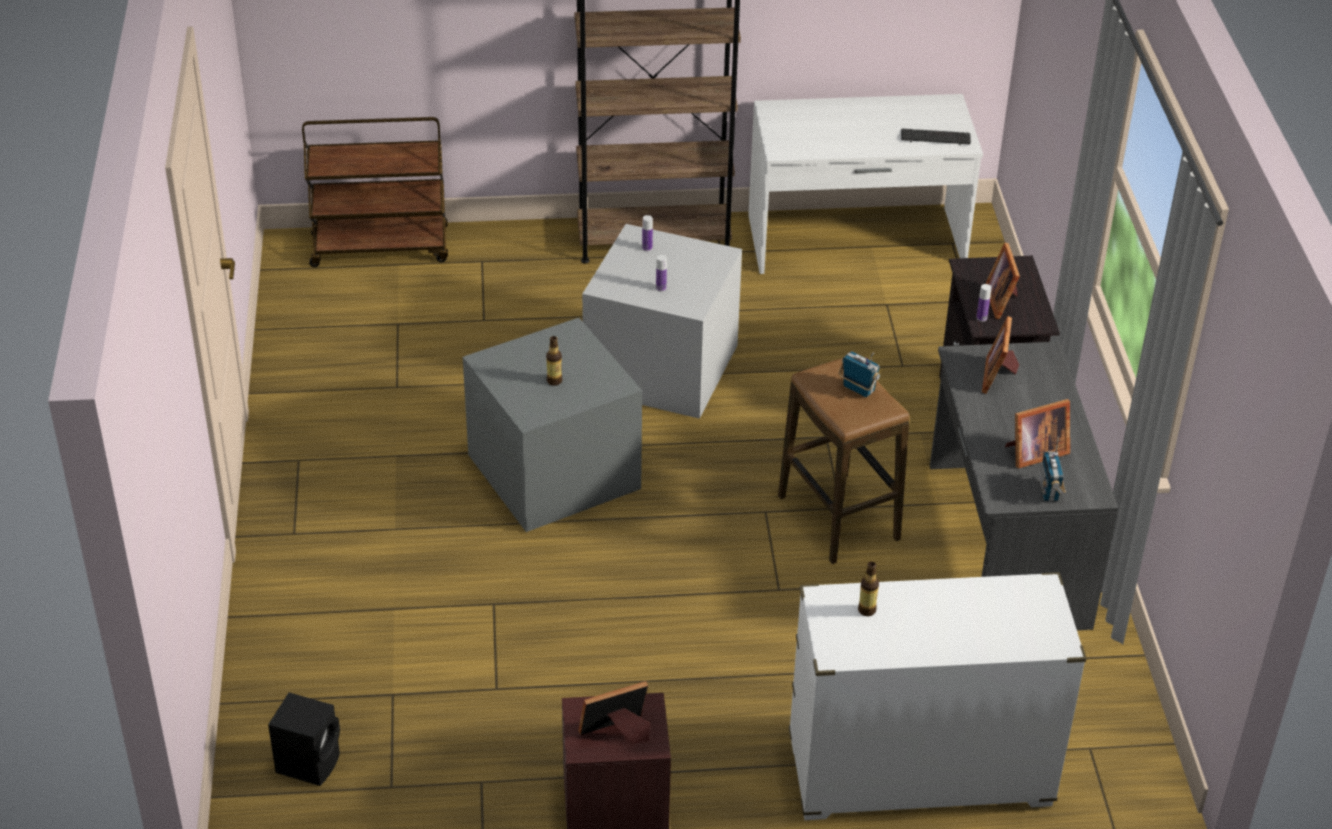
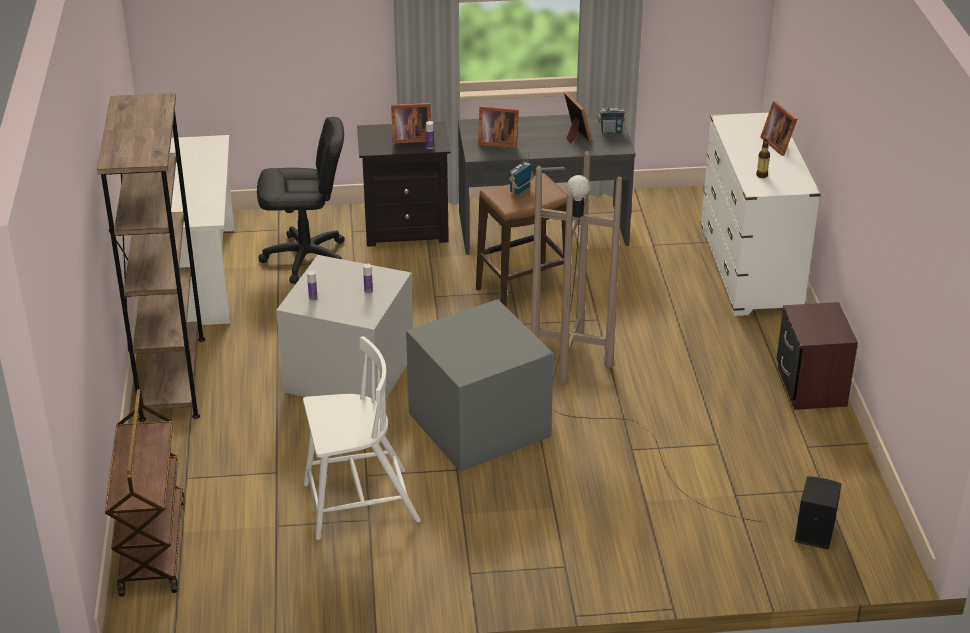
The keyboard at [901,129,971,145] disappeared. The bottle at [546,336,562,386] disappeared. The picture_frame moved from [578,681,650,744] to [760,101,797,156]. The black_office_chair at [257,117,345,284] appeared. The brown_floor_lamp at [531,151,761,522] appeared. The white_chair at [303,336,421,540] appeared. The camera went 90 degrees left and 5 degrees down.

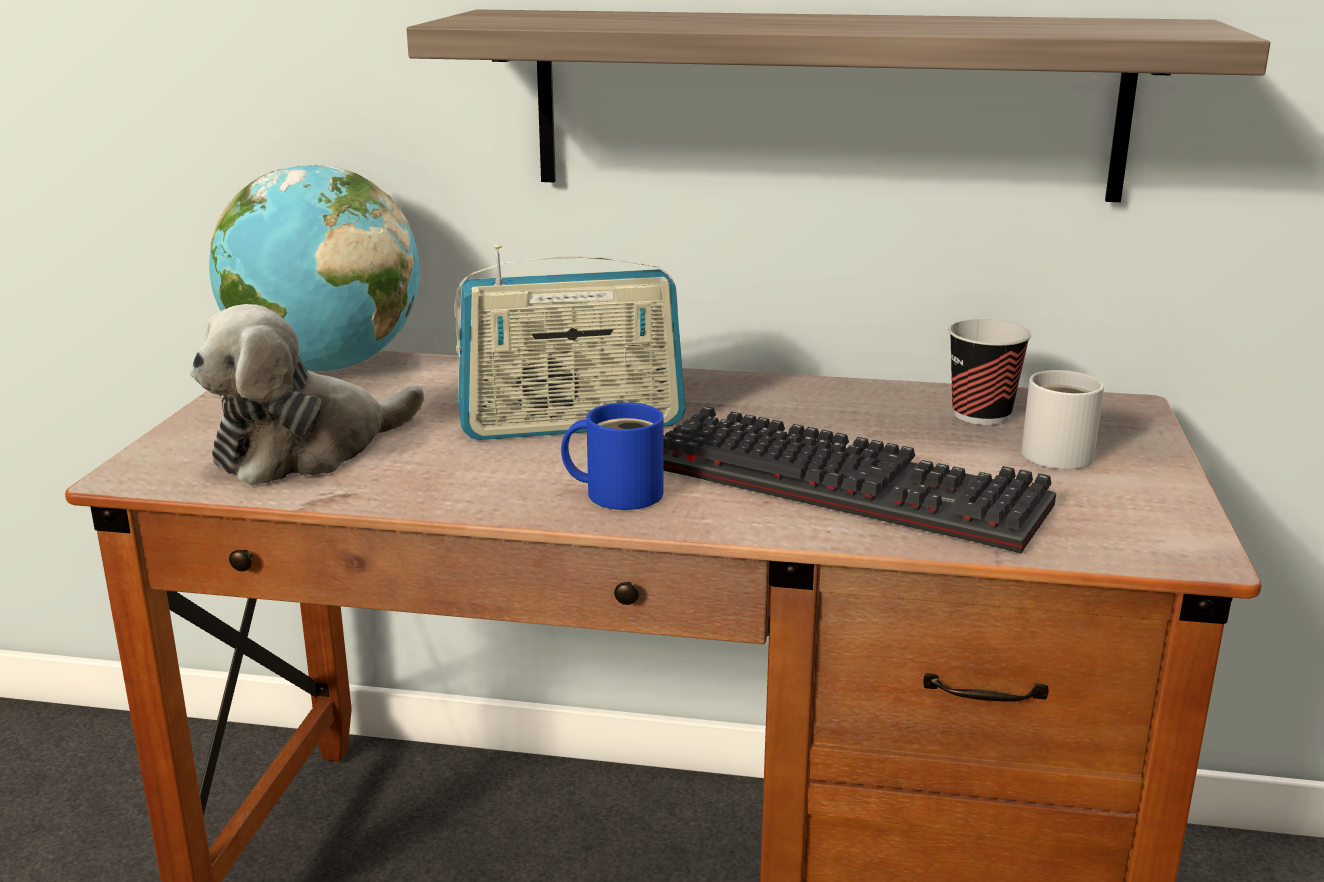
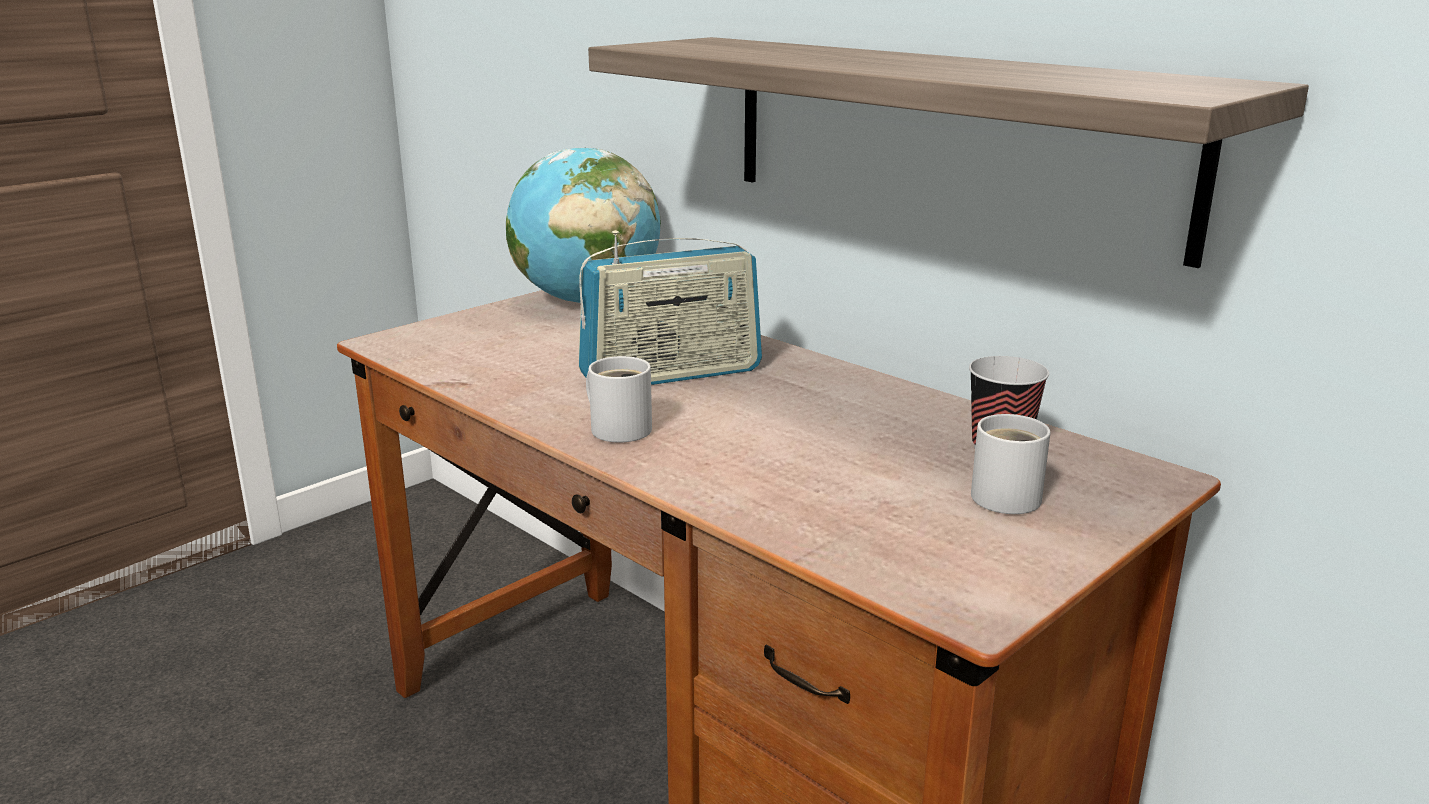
The radio at [454,244,686,440] turned 45 degrees counterclockwise. The plush_toy at [189,304,424,486] disappeared. The blue_mug at [561,402,663,510] became the white_mug at [586,356,652,443]. The keyboard at [663,406,1056,553] disappeared. The camera went 35 degrees right and 0 degrees up.

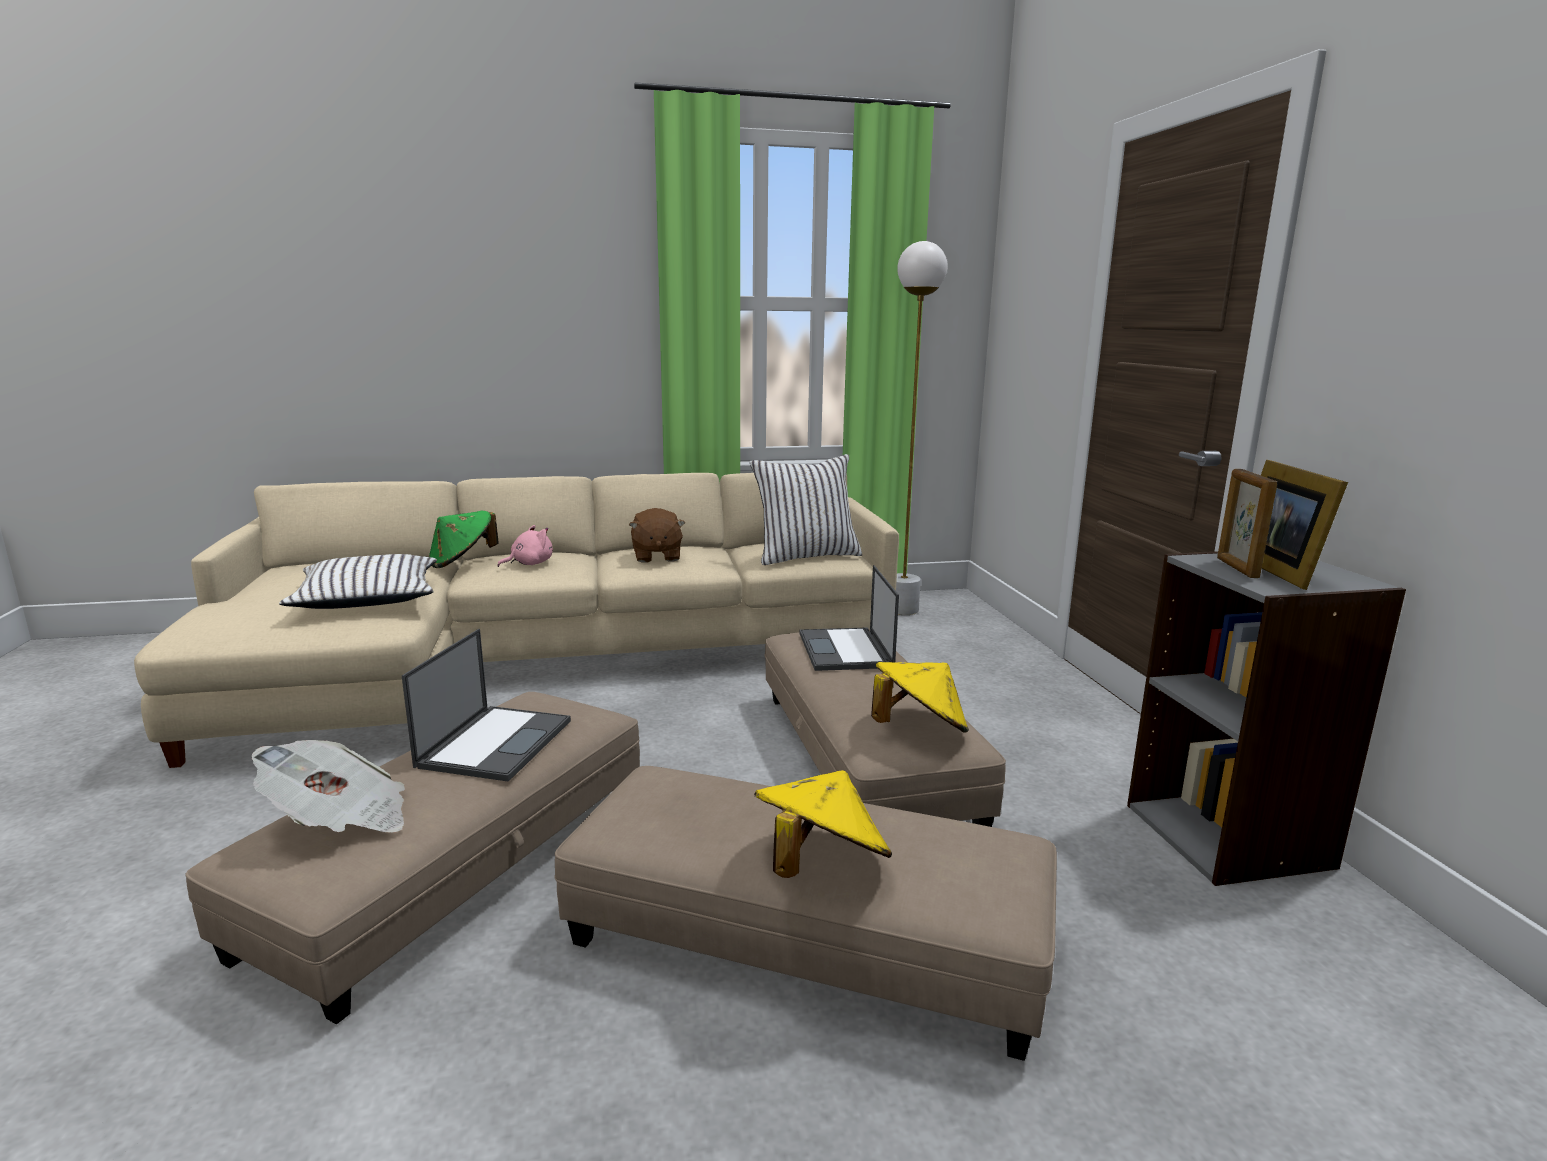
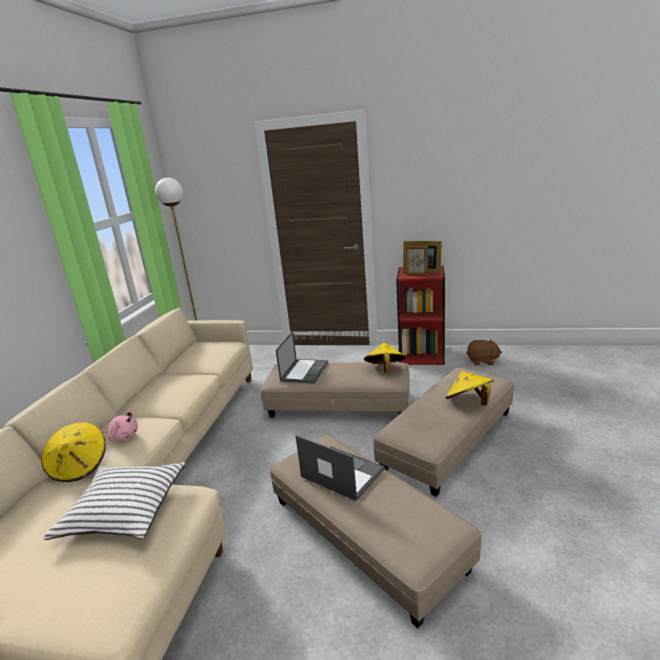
The white_pillow at [750,454,863,565] disappeared. The brown_plush_toy moved from [629,508,685,563] to [466,339,502,365]. The green_hat at [429,511,499,568] became the yellow_hat at [41,422,106,482]. The pink_plush_toy at [497,525,553,567] turned 120 degrees clockwise. The grey_bookcase at [1127,551,1406,886] became the red_bookcase at [396,265,445,365]. The laptop at [800,565,899,671] turned 90 degrees counterclockwise. The newspaper at [252,740,405,832] disappeared. The camera went 65 degrees left and 5 degrees up.

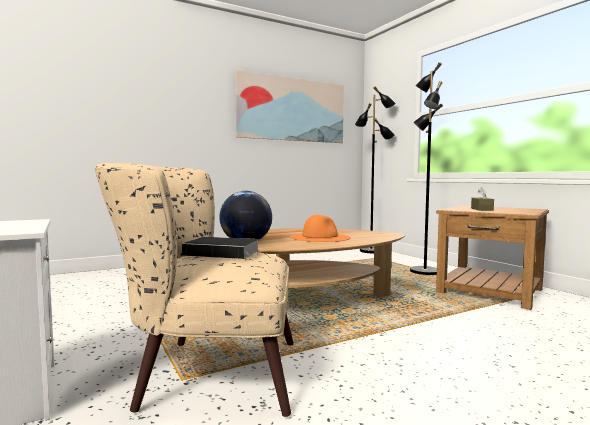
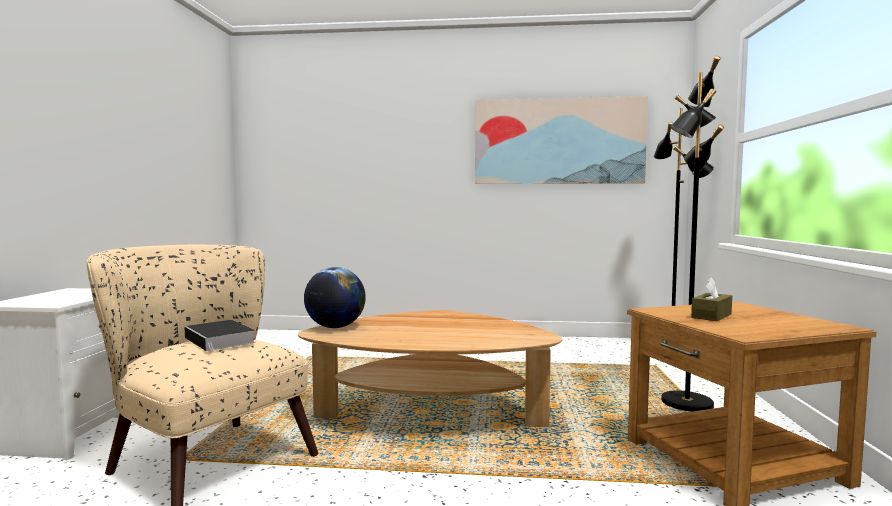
The orange_hat at [290,215,351,242] disappeared. The camera went 35 degrees right and 0 degrees up.

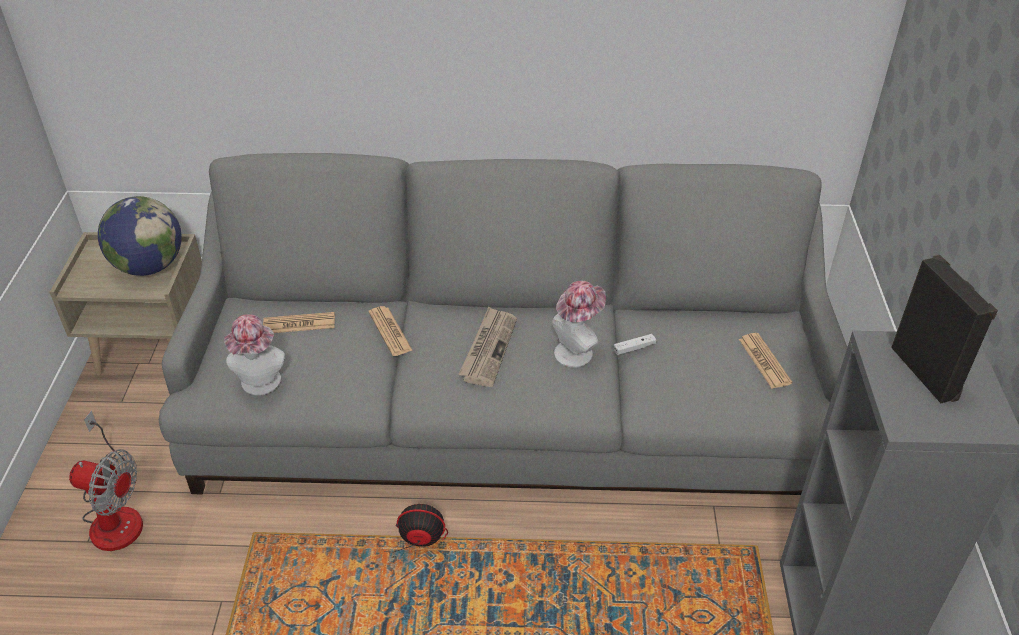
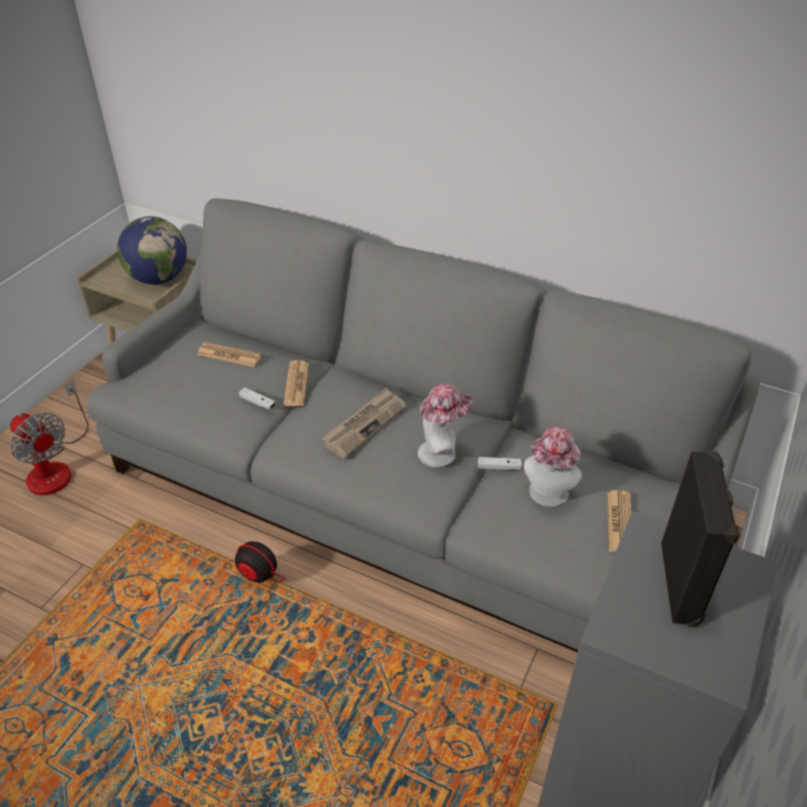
The hat moved from [224,314,285,395] to [524,426,582,507]. The white_game_controller at [239,387,276,410] appeared. The camera went 25 degrees right and 0 degrees up.

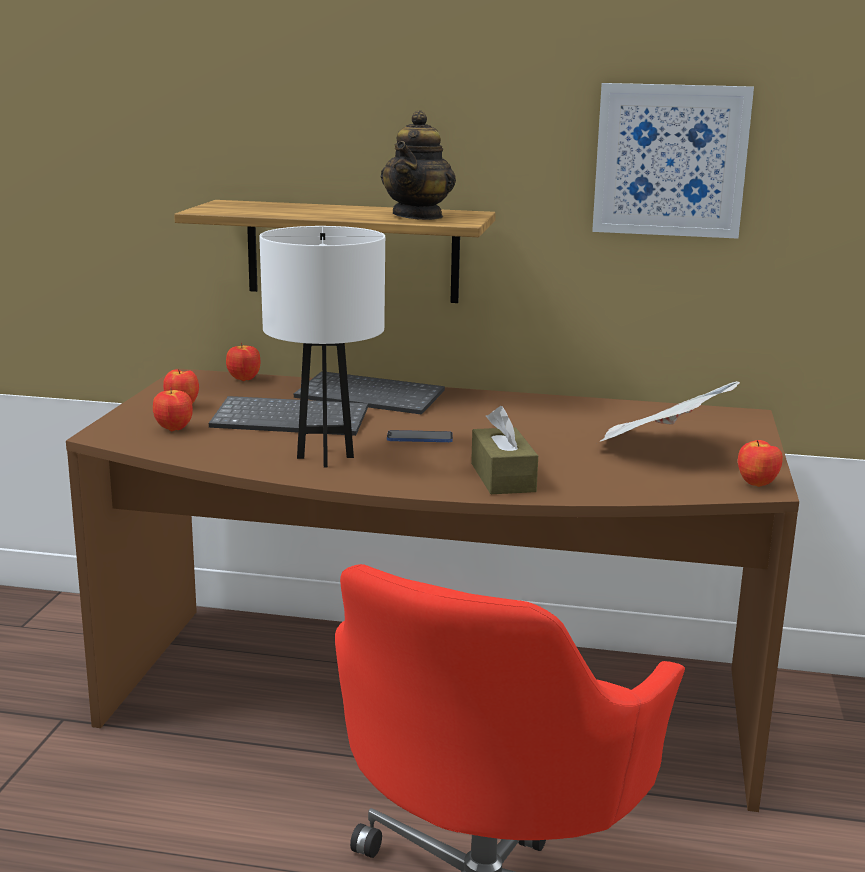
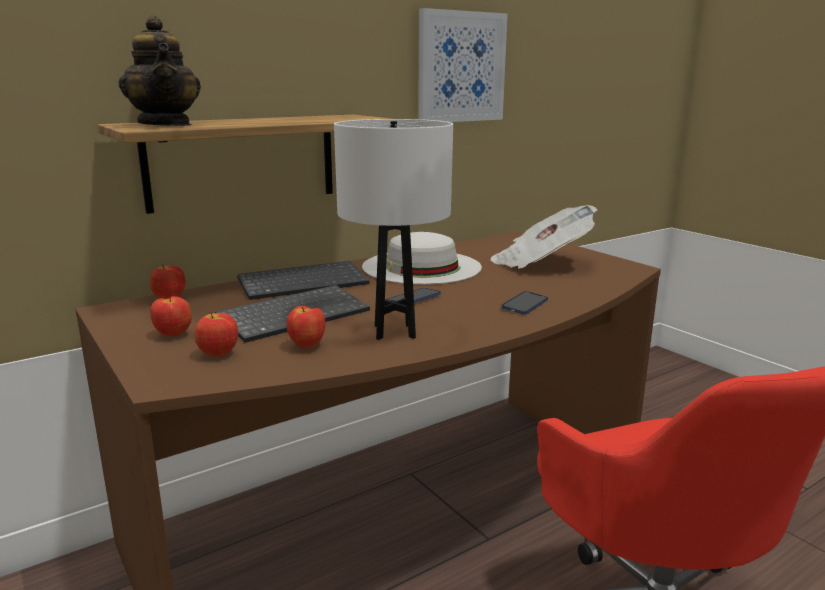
The teapot moved from [380,110,456,220] to [119,16,201,126]. The brown_tissue_box at [471,406,538,494] was replaced by the phone at [501,291,548,315]. The apple moved from [738,440,783,487] to [286,306,325,348]. The white_hat at [362,232,482,285] appeared. The camera went 45 degrees left and 0 degrees up.

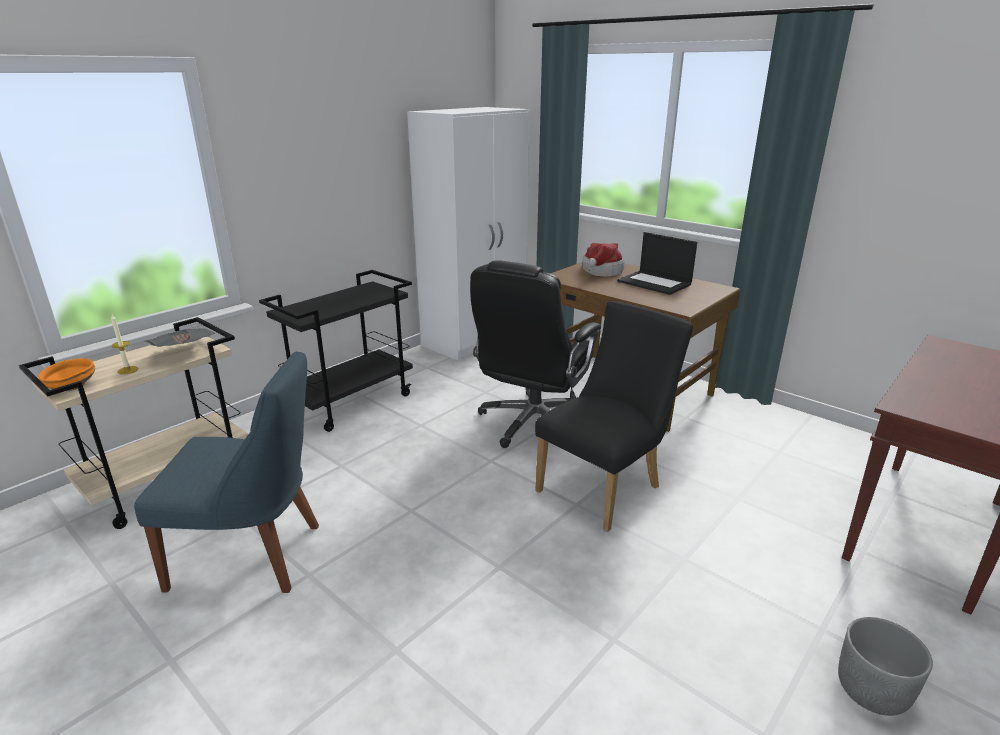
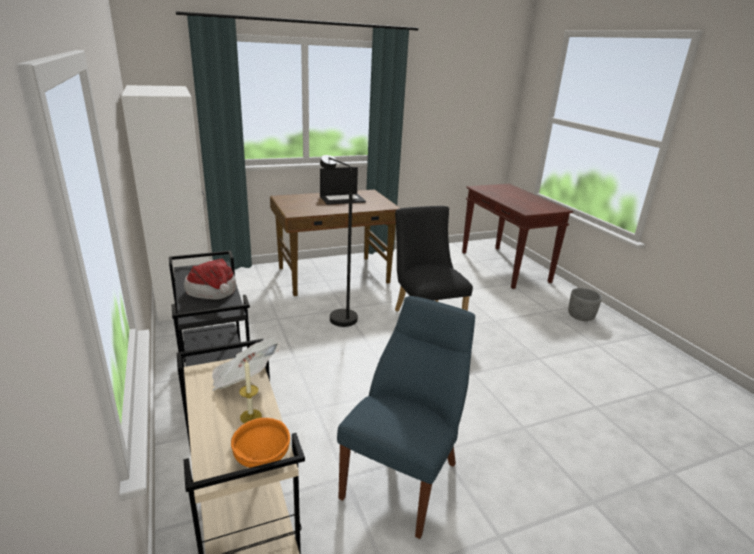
The hat moved from [583,243,624,277] to [184,259,236,299]. The black_office_chair at [470,260,601,448] was replaced by the black_floor_lamp at [320,155,358,327]. The camera went 65 degrees left and 0 degrees up.

